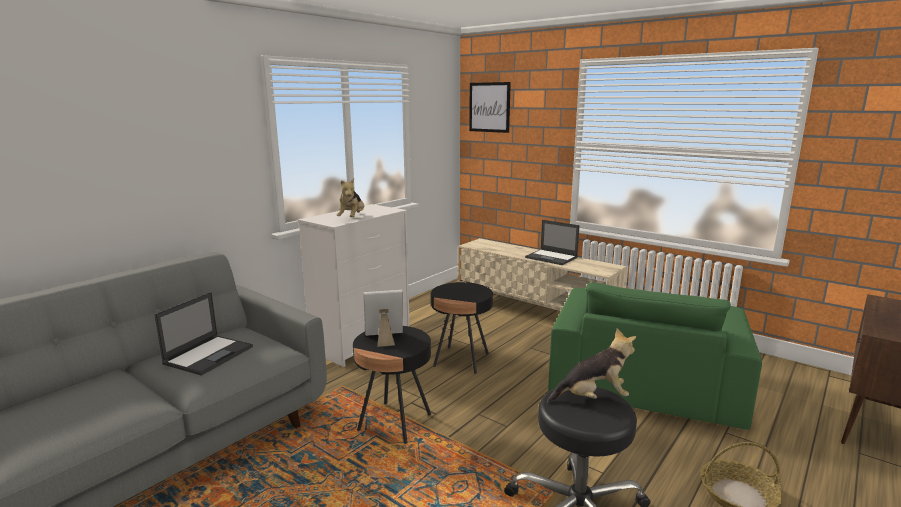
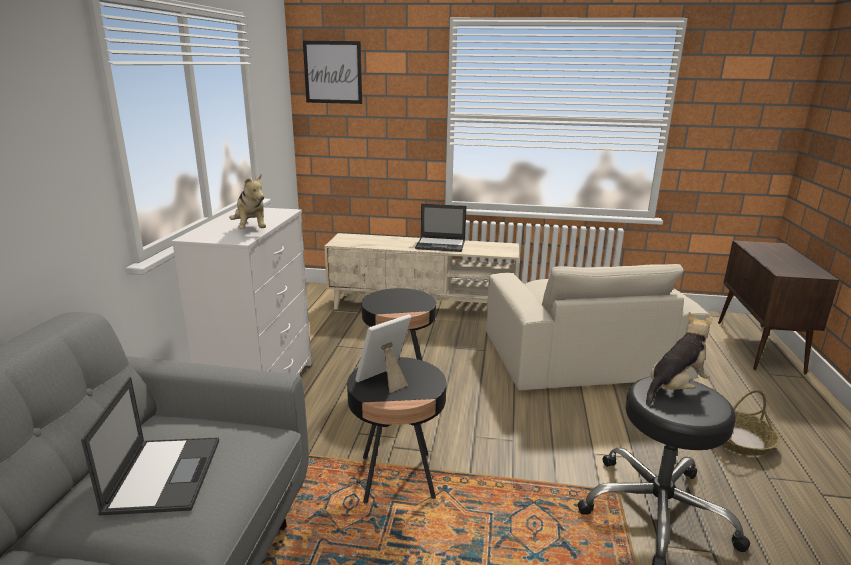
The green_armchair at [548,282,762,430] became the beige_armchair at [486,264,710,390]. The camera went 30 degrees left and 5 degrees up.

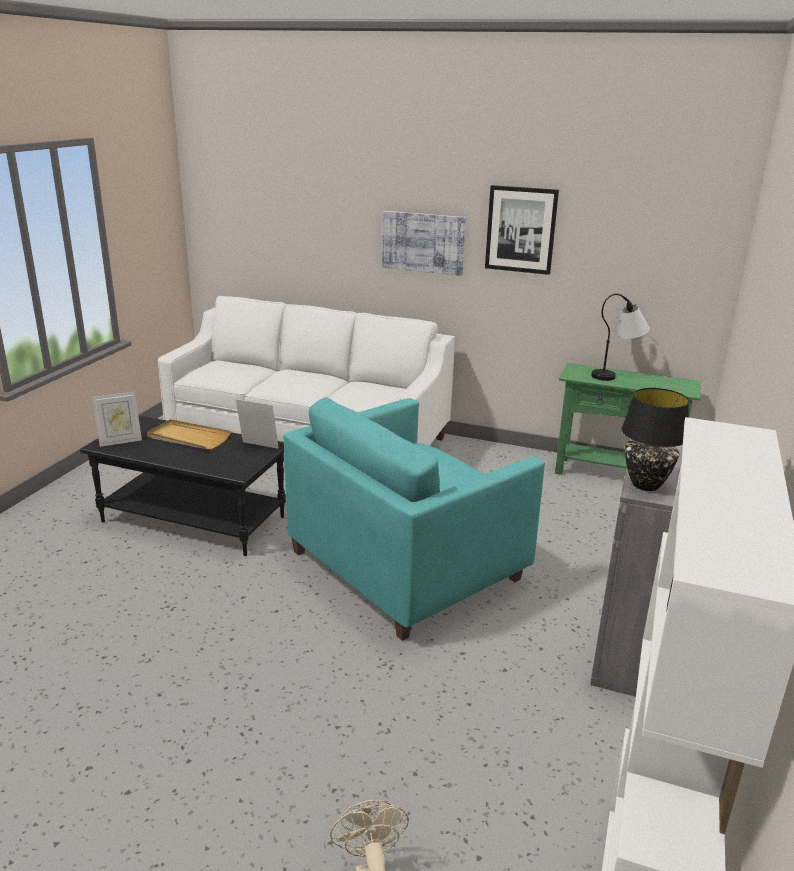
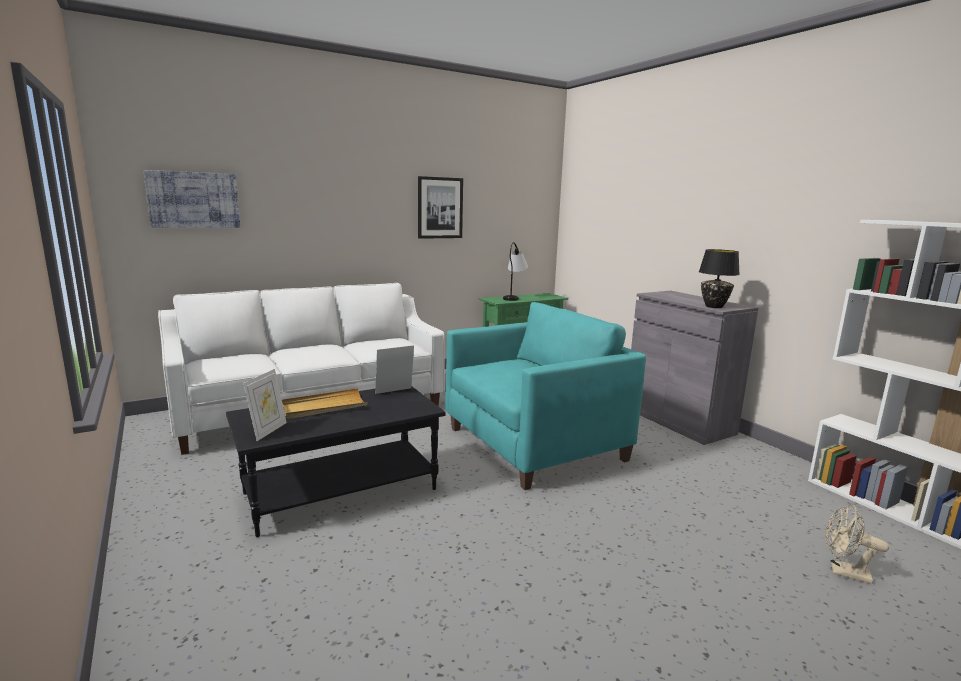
The picture moved from [382,211,466,276] to [144,170,240,228]. The turquoise_armchair at [284,397,545,641] turned 120 degrees counterclockwise. The camera went 50 degrees left and 10 degrees down.

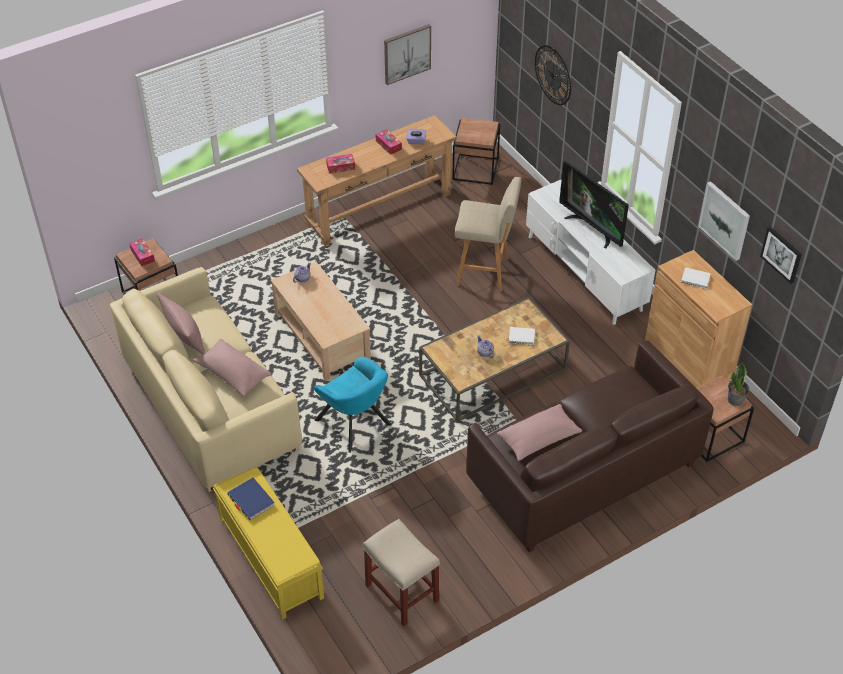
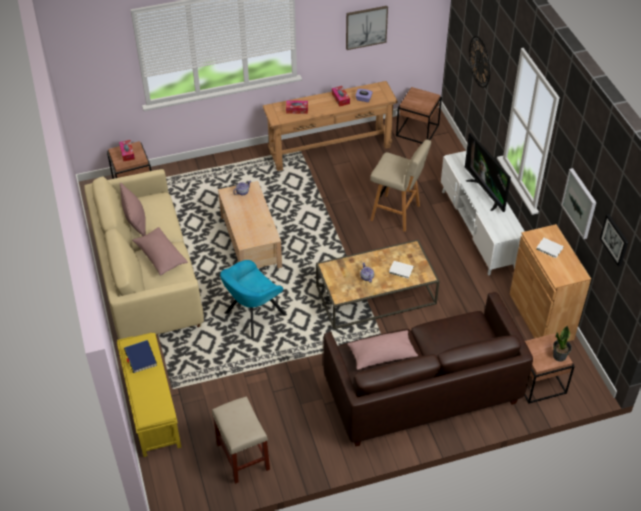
The turquoise_armchair at [314,357,391,453] turned 75 degrees clockwise. The camera went 15 degrees right and 0 degrees up.

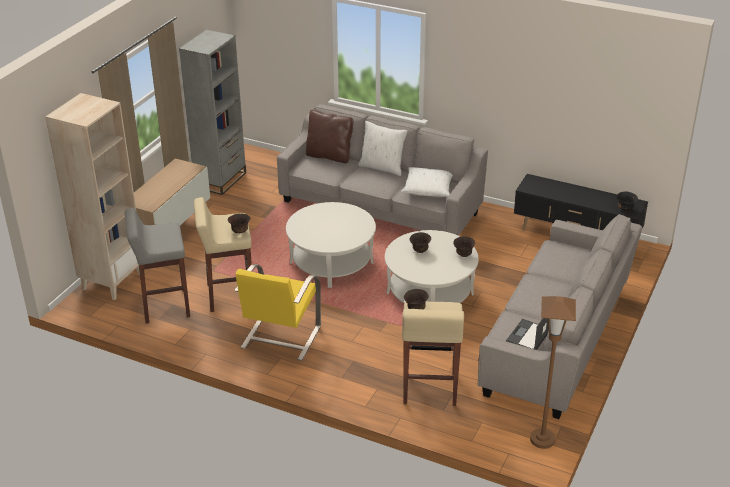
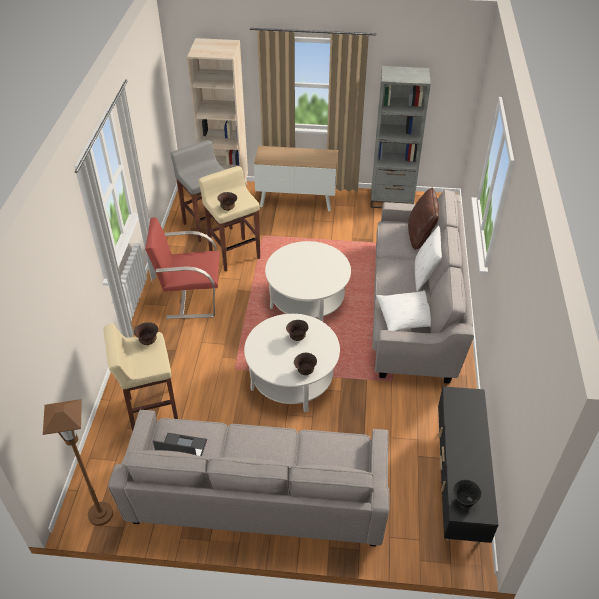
The yellow_armchair at [234,264,321,361] became the red_armchair at [145,217,220,319]. The camera went 70 degrees right and 10 degrees up.

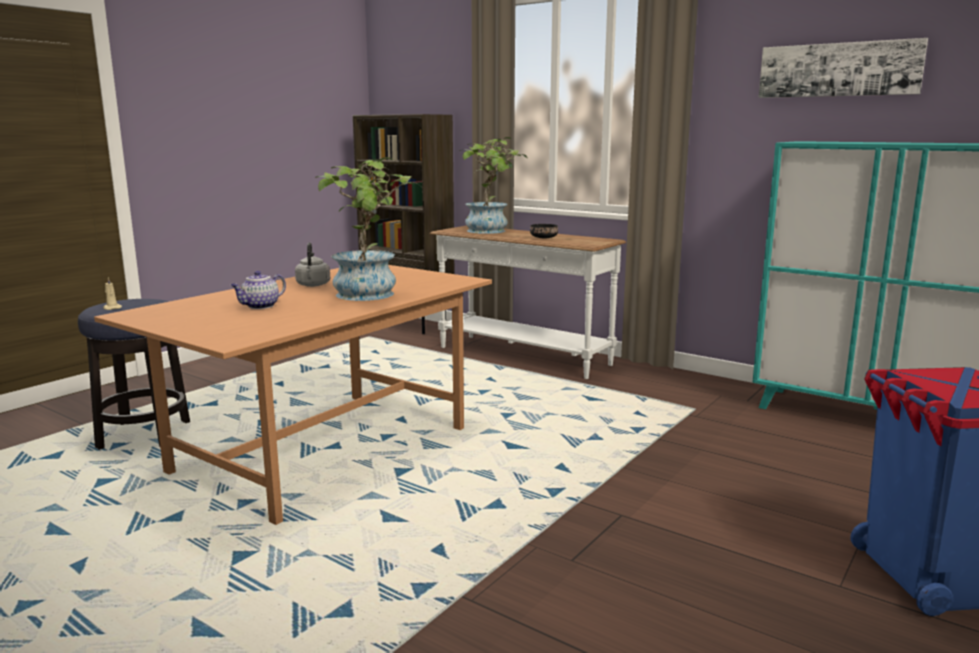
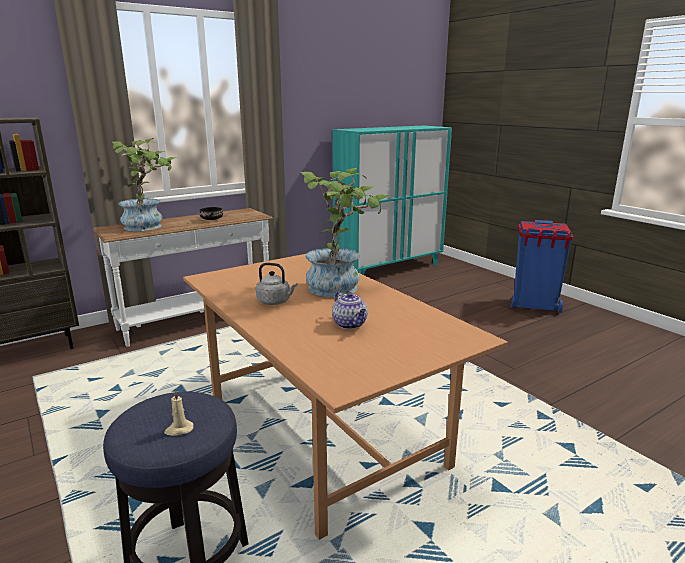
The picture at [758,38,928,98] disappeared. The camera went 70 degrees left and 5 degrees up.

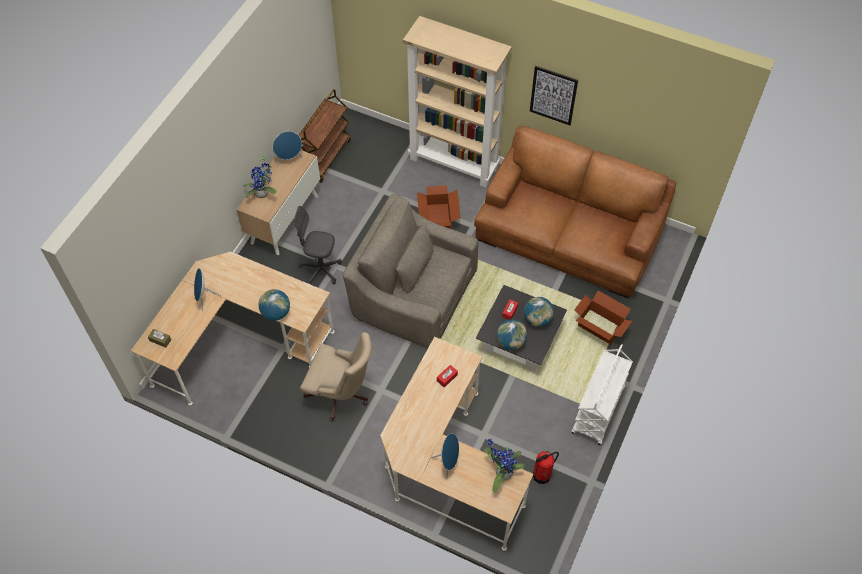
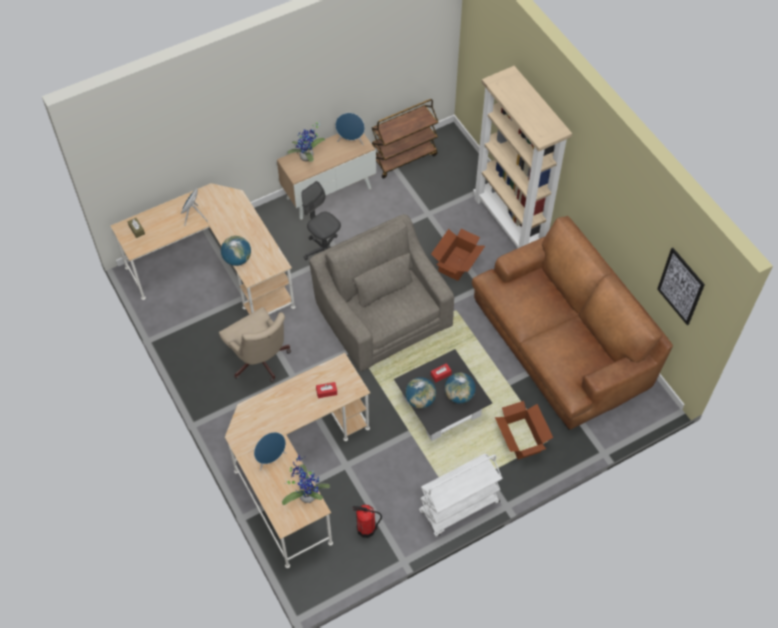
The picture moved from [530,66,578,125] to [657,248,705,325]. The camera went 35 degrees right and 0 degrees up.

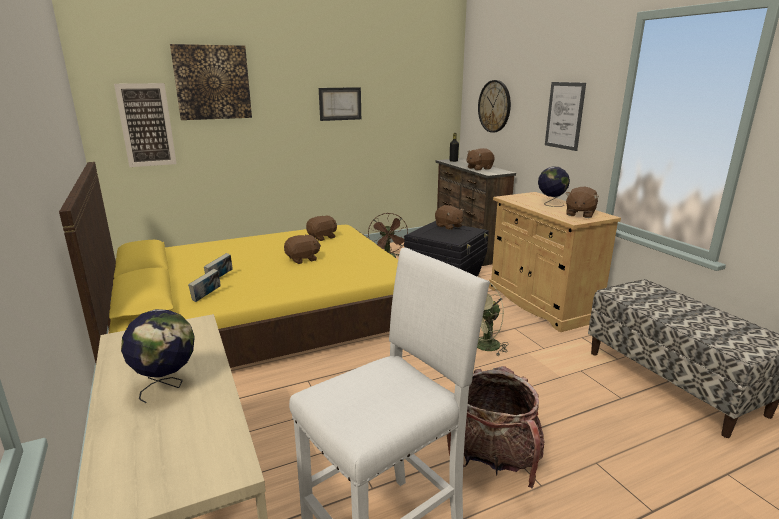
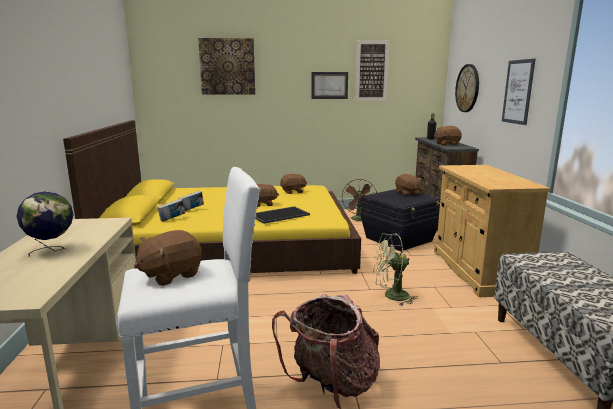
The picture moved from [114,83,177,167] to [355,40,389,101]. The globe at [538,166,570,207] disappeared. The brown_plush_toy moved from [565,187,599,218] to [134,230,202,286]. The tray at [255,206,310,224] appeared. The camera went 20 degrees right and 5 degrees down.

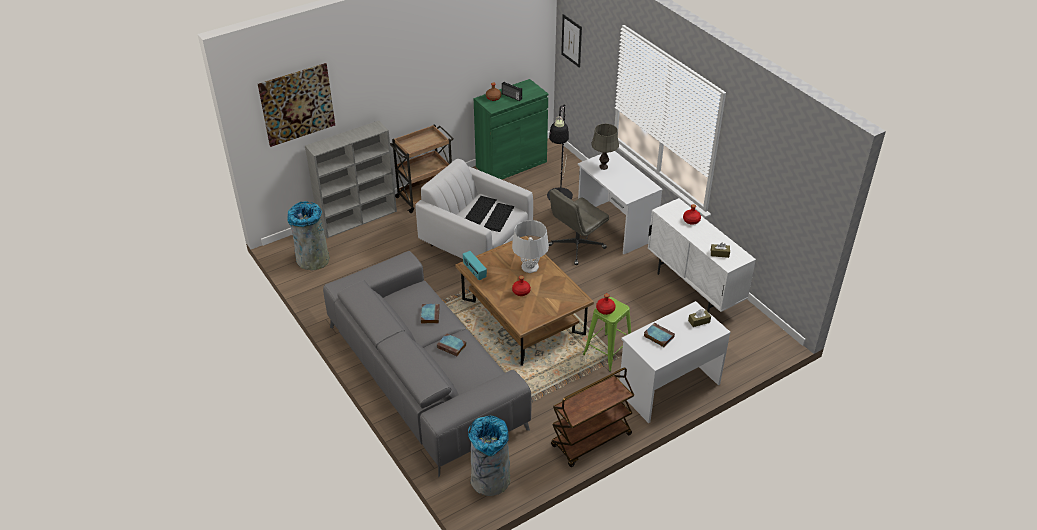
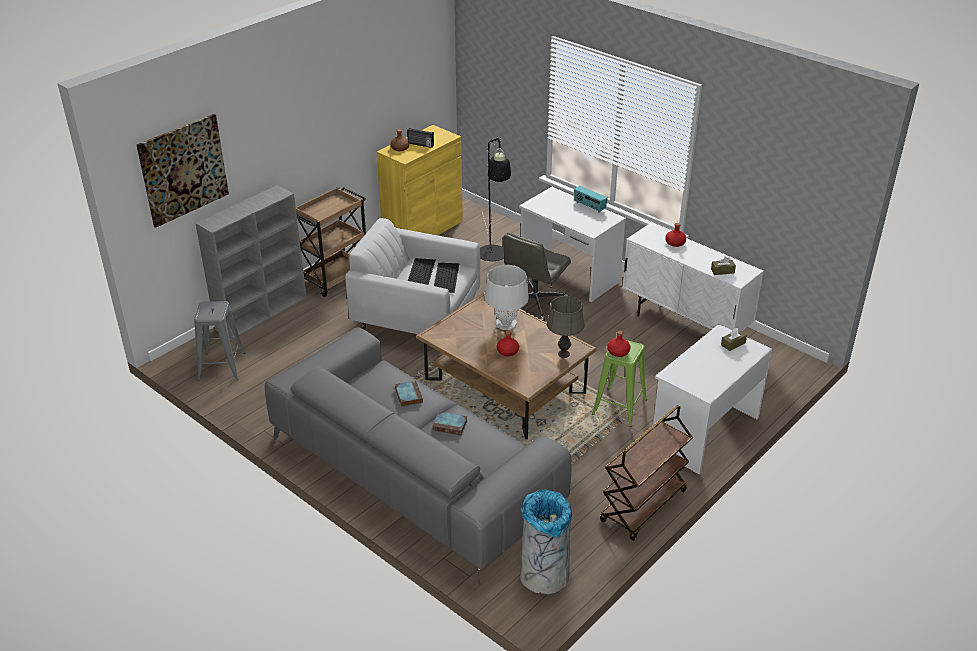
The picture at [561,14,582,68] disappeared. The green_cabinet at [474,79,548,179] became the yellow_cabinet at [377,125,463,235]. The grey_table_lamp moved from [591,124,619,170] to [547,296,585,358]. The grey_trash_can at [288,201,329,270] was replaced by the grey_stool at [194,301,245,381]. The radio moved from [463,251,487,281] to [574,186,608,213]. The book at [644,323,675,347] disappeared. The camera went 15 degrees left and 5 degrees down.

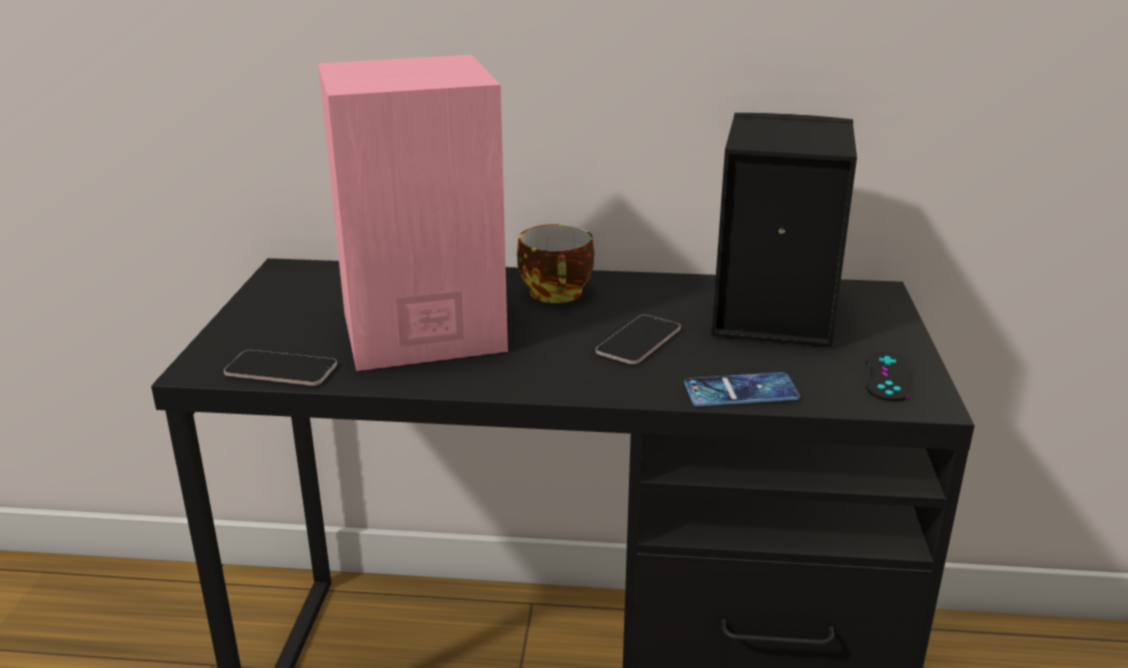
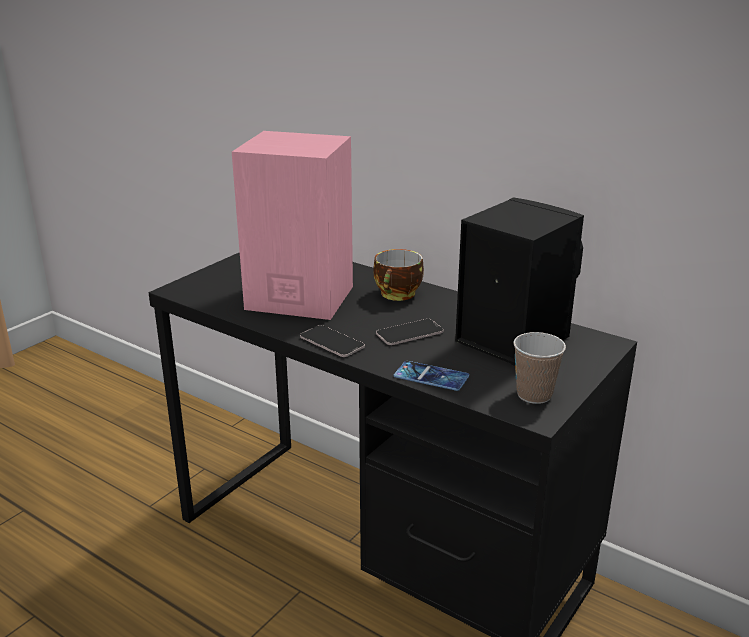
The phone moved from [224,350,337,386] to [300,325,365,357]. The black_game_controller at [866,352,912,401] was replaced by the cup at [513,332,566,404]. The camera went 30 degrees right and 0 degrees up.

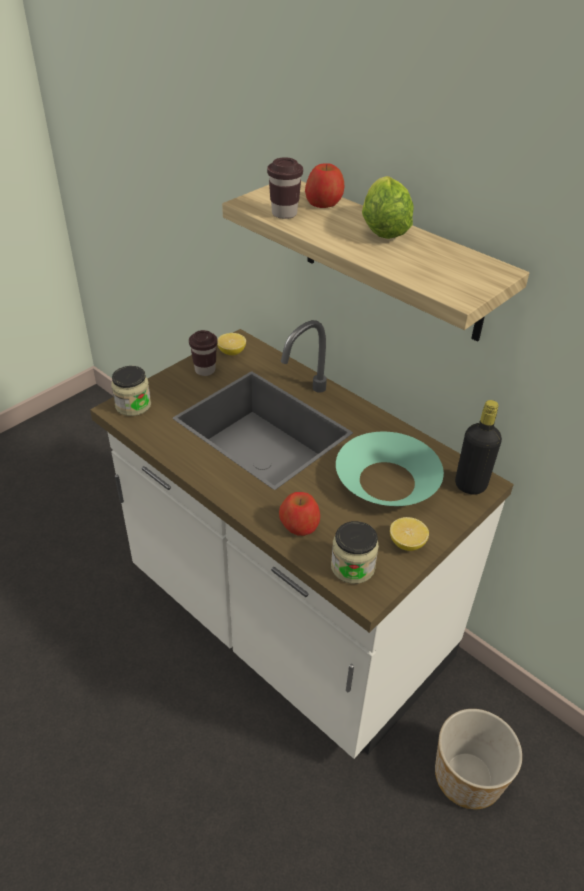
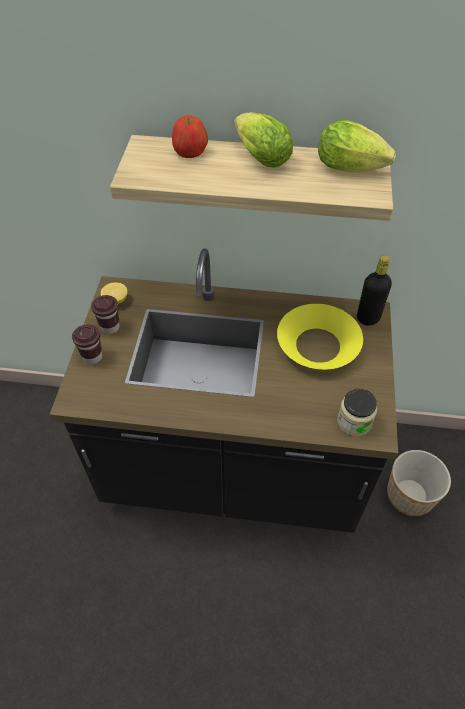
The brown_cup moved from [267,157,303,219] to [72,324,102,364]. The white_counter at [90,320,514,759] became the black_counter at [49,249,398,533]. The jar at [111,366,151,416] disappeared. The turquoise_bowl at [336,432,444,506] became the yellow_bowl at [277,304,363,370]. The apple at [279,492,320,536] disappeared. The lemon at [390,517,429,551] disappeared. The lettuce at [318,120,396,172] appeared. The camera went 35 degrees left and 10 degrees up.

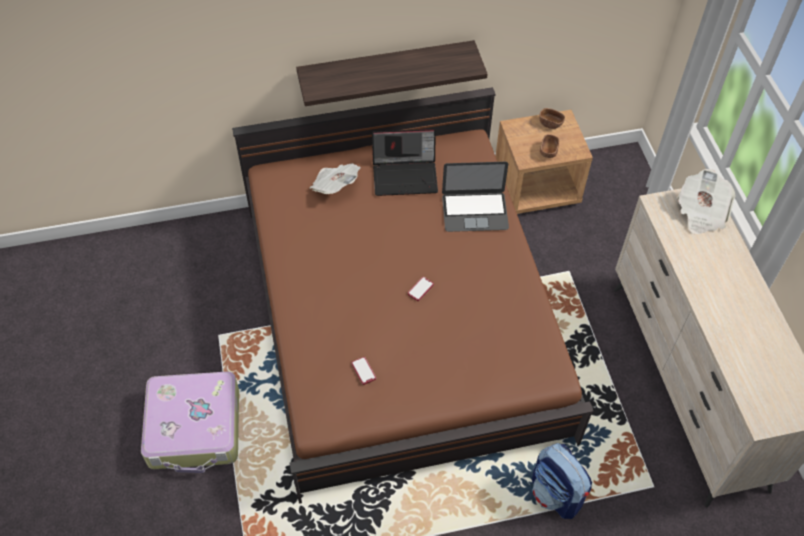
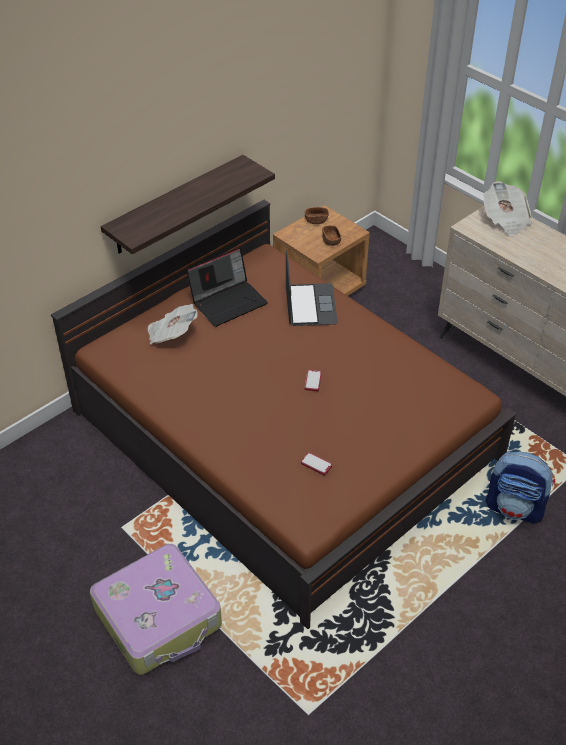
The laptop at [442,162,509,232] turned 60 degrees counterclockwise. The camera went 30 degrees left and 10 degrees down.

